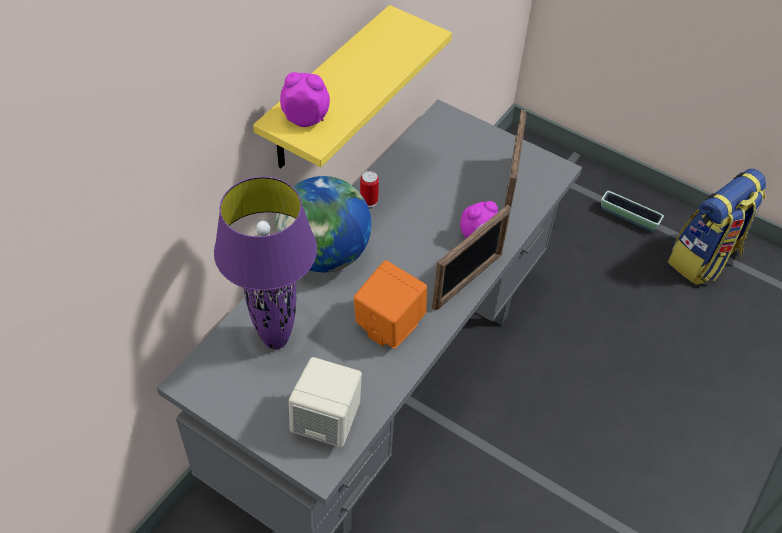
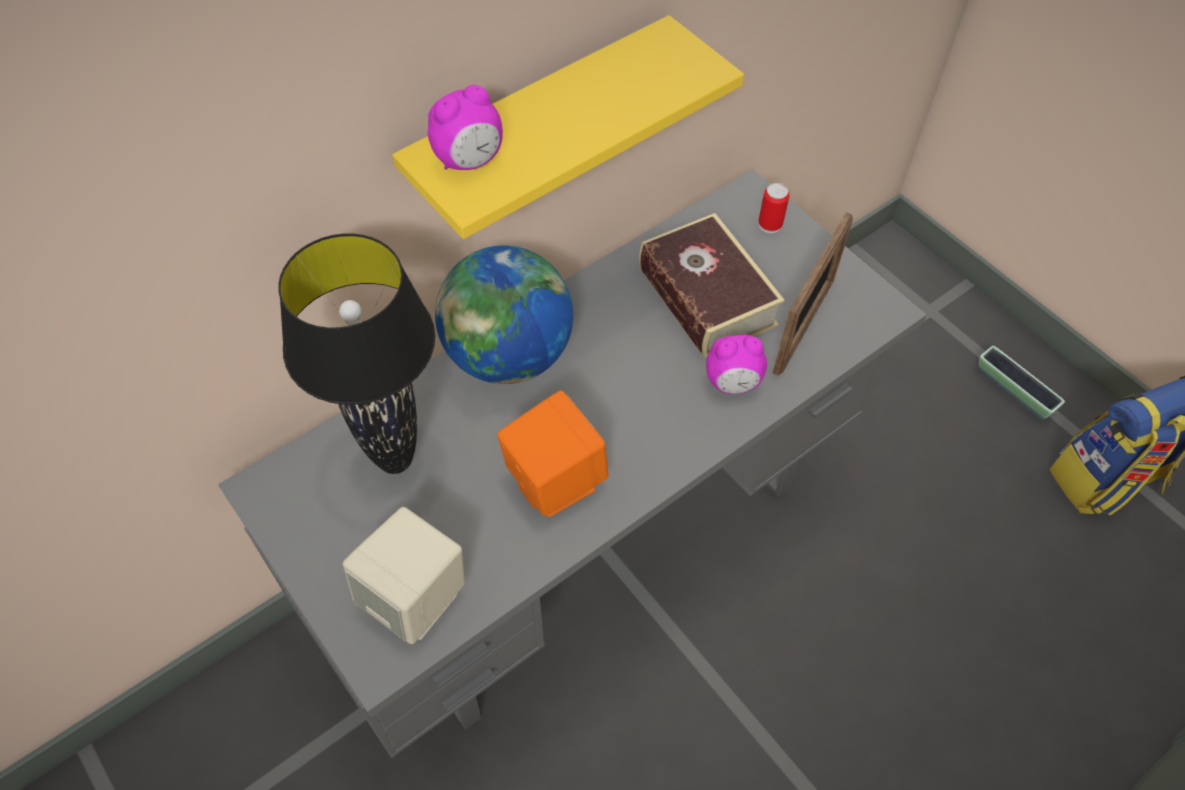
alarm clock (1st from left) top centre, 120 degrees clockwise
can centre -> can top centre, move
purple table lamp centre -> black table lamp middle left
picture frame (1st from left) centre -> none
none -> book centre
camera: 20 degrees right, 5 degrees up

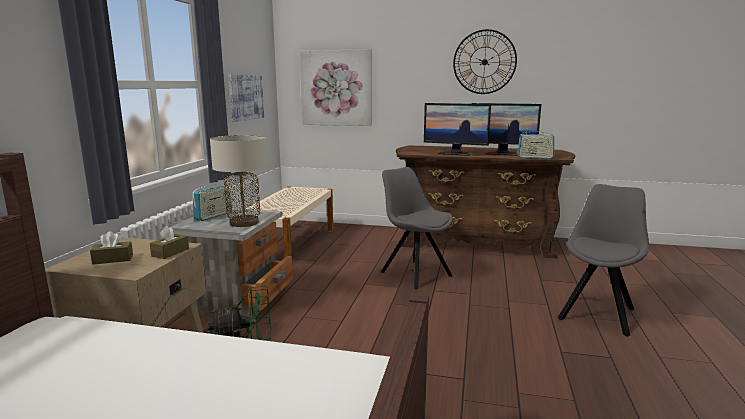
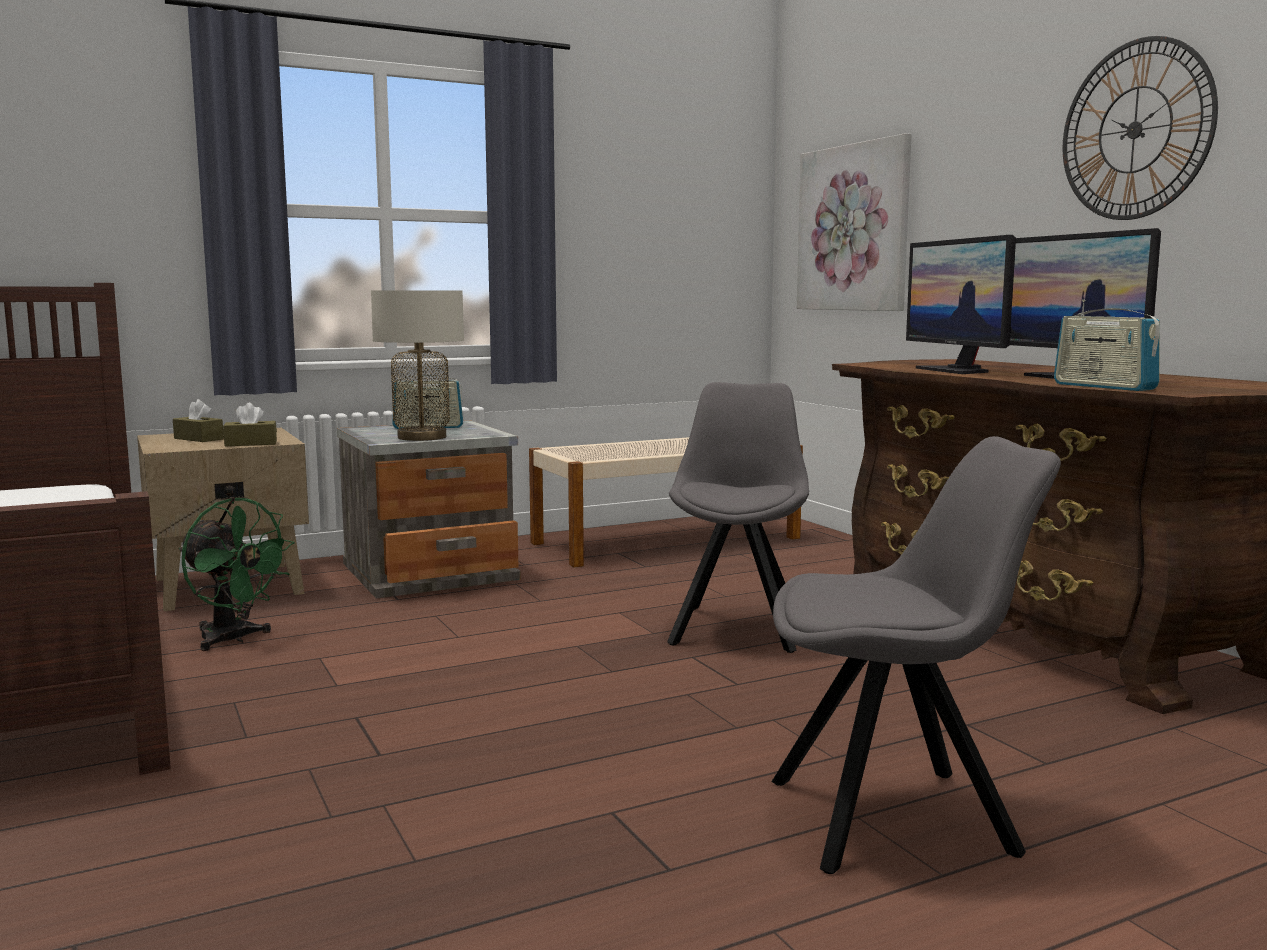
picture (1st from left) top left -> none
camera: 50 degrees right, 5 degrees down

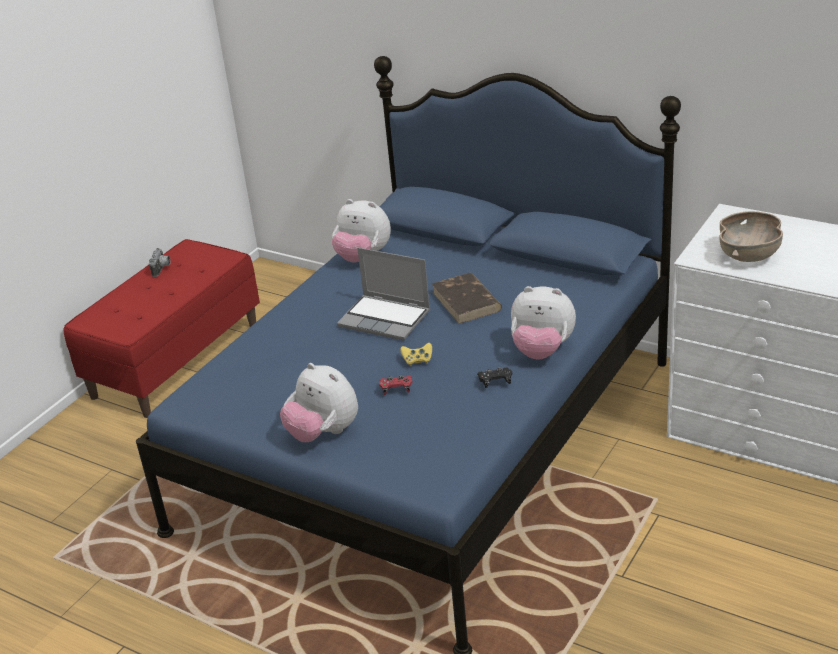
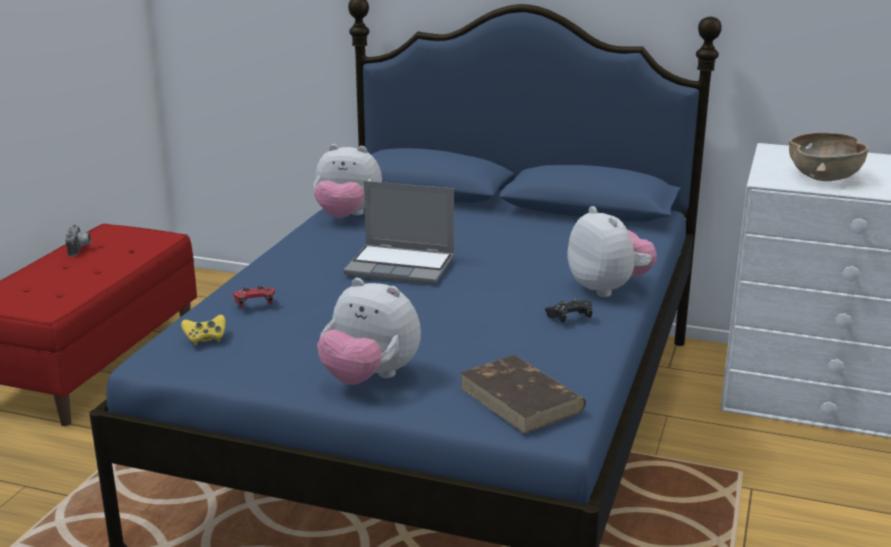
brown book centre -> brown book bottom centre, move
plush toy (3rd from left) centre -> plush toy (3rd from left) middle right, 120 degrees counterclockwise
yellow game controller centre -> yellow game controller middle left, move
red game controller centre -> red game controller middle left, move
camera: 15 degrees left, 10 degrees down

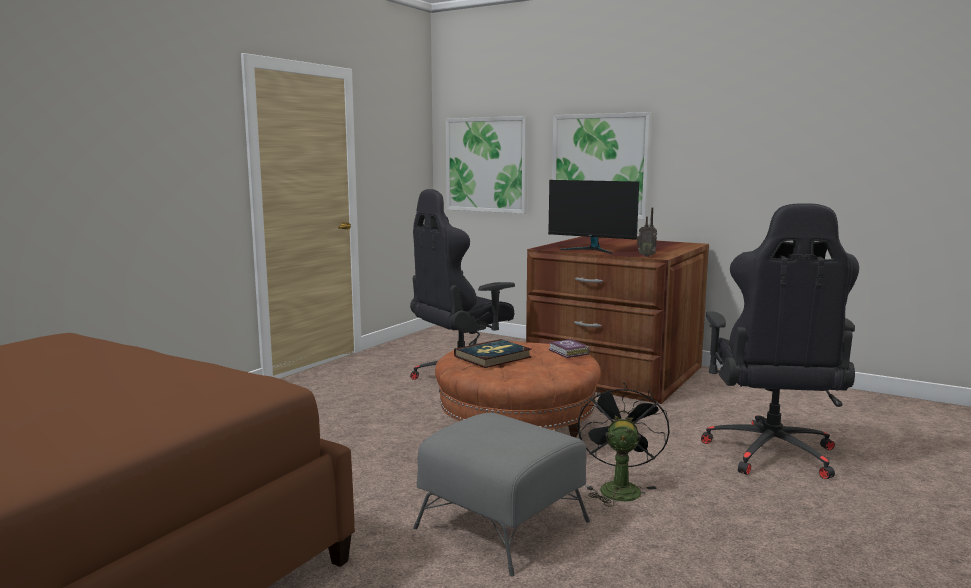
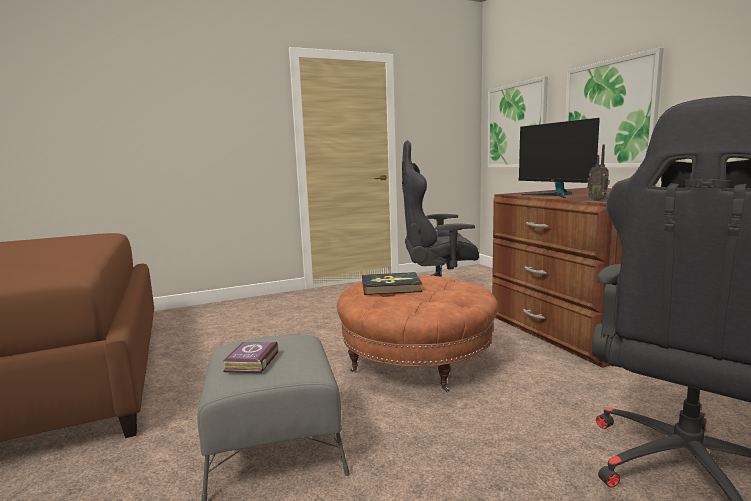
book (2nd from left in the first image) centre -> book (1st from left) bottom left, move
black fan bottom centre -> none
camera: 35 degrees right, 0 degrees up

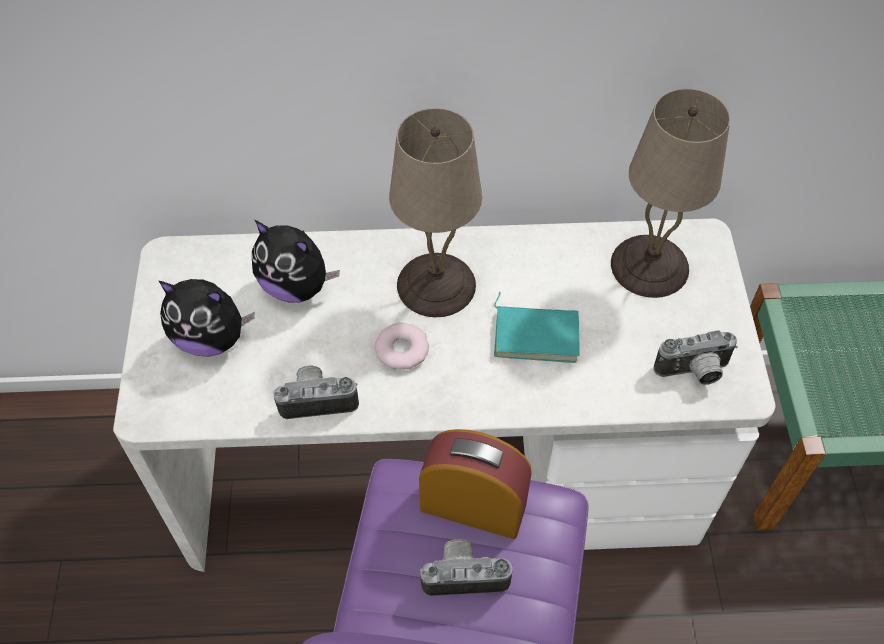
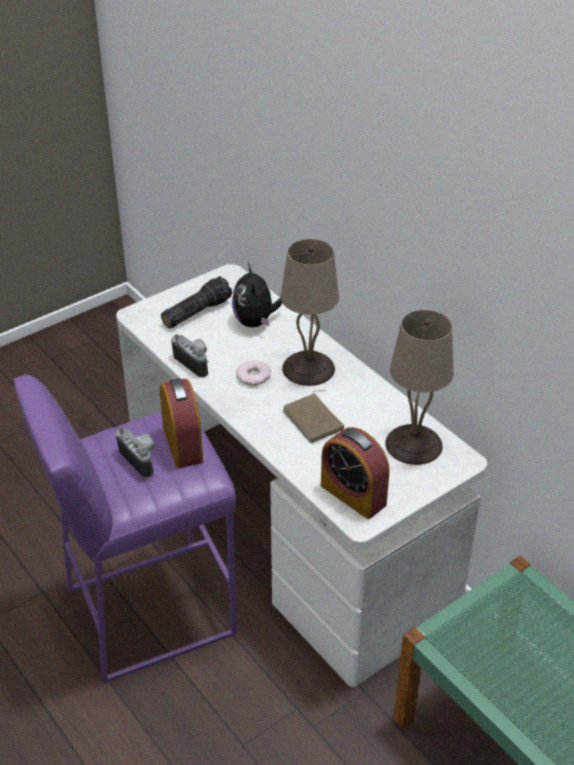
plush toy (1st from left) middle left -> flashlight centre
turquoise book centre -> brown book centre
photo camera (3rd from left) middle right -> alarm clock (2nd from left) centre
camera: 55 degrees right, 15 degrees down

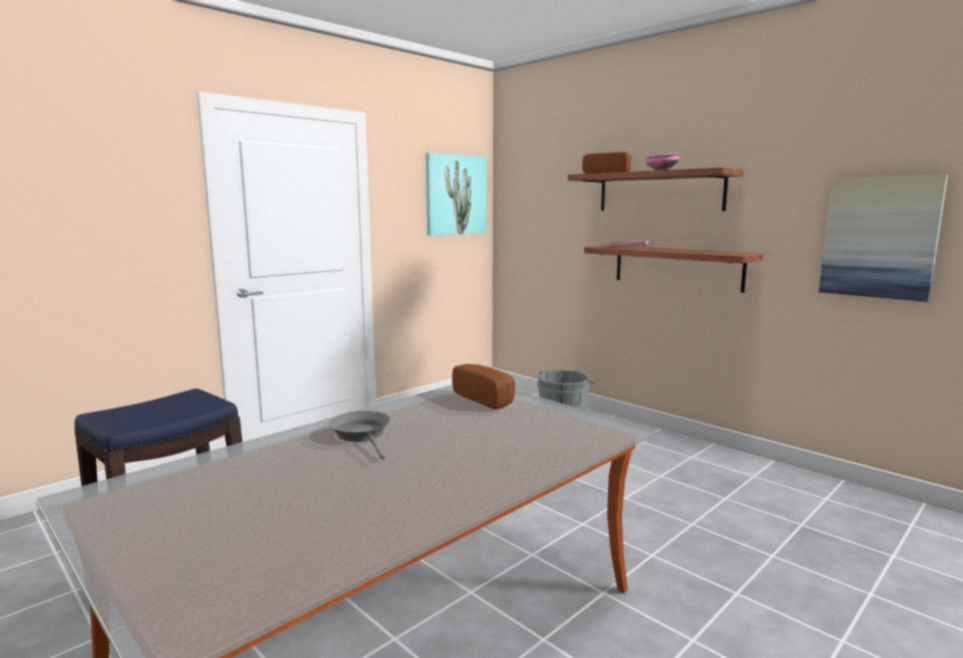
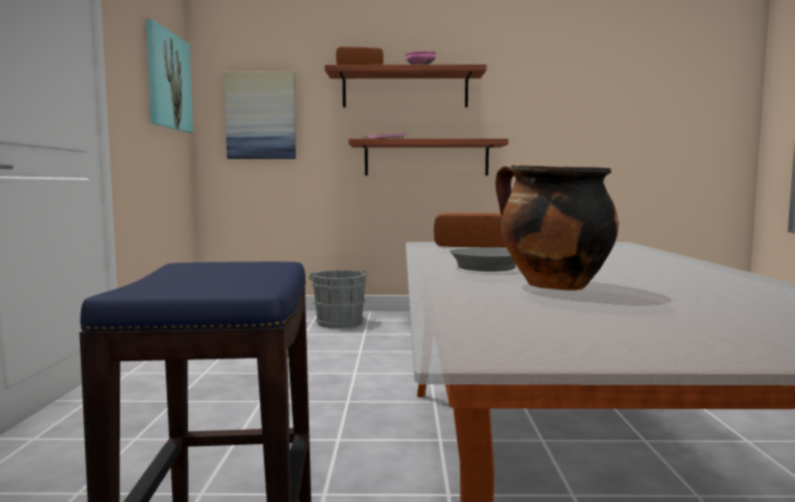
picture (2nd from left) middle right -> picture (2nd from left) top left, move
none -> cooking pot middle right
camera: 45 degrees left, 5 degrees down

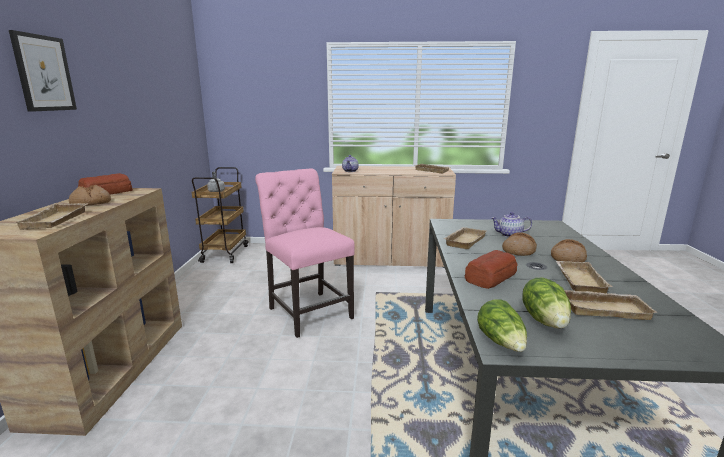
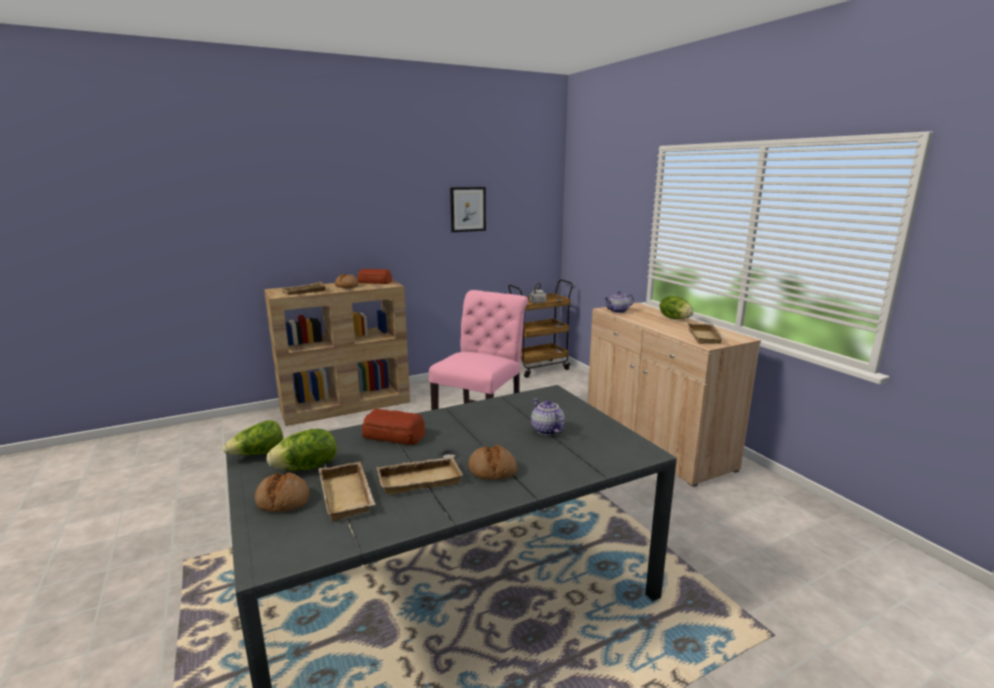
picture top left -> picture top centre, move
beige tray (3rd from left) centre -> none
bread (4th from left in the first image) middle right -> bread (1st from left) bottom left, move
none -> lettuce (3rd from left) middle right
camera: 60 degrees right, 0 degrees up

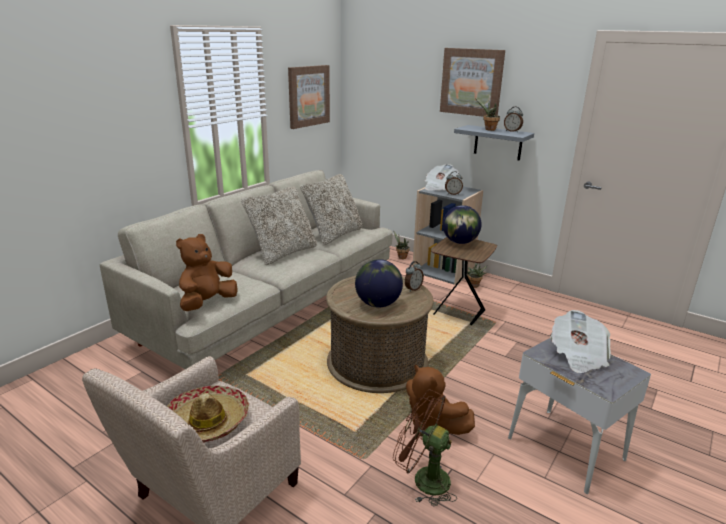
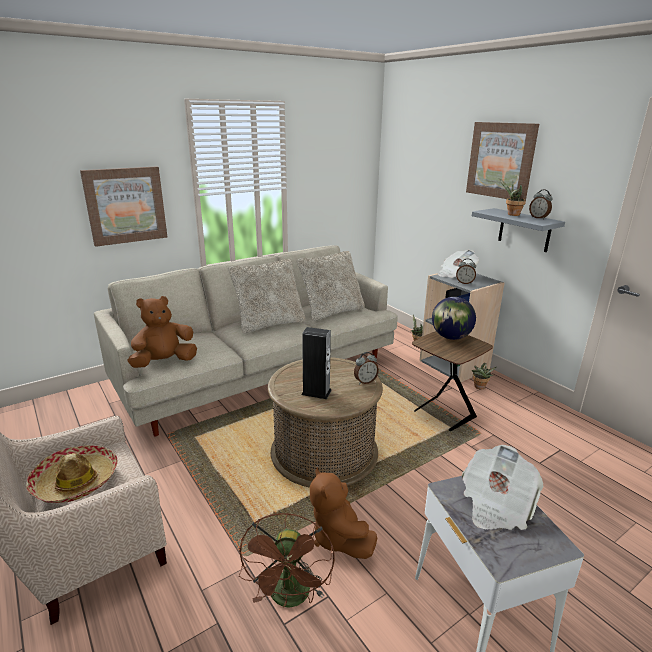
picture (1st from left) top centre -> picture (1st from left) top left, move
globe (1st from left) centre -> speaker centre
brown fan bottom centre, 135 degrees counterclockwise
camera: 20 degrees right, 0 degrees up

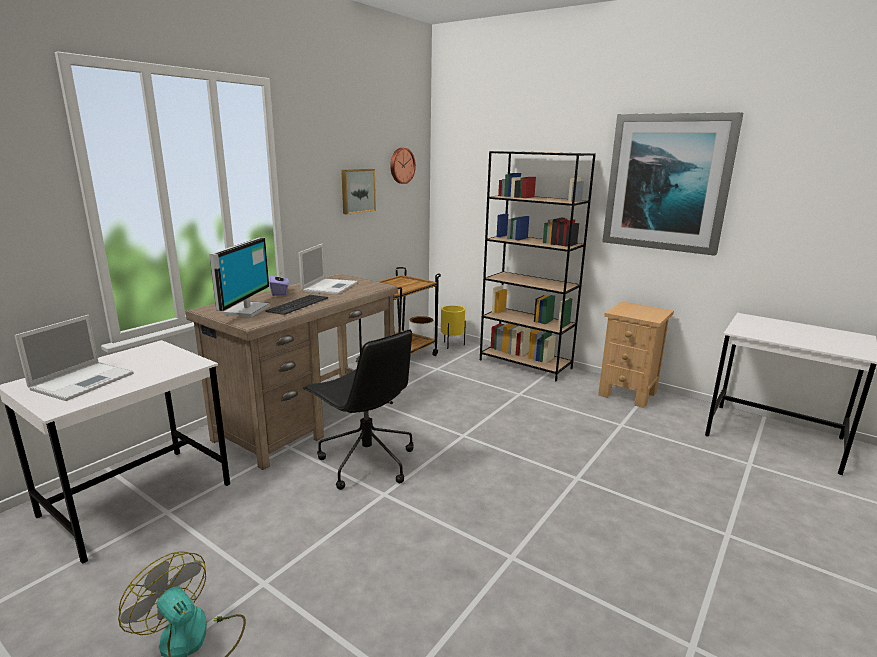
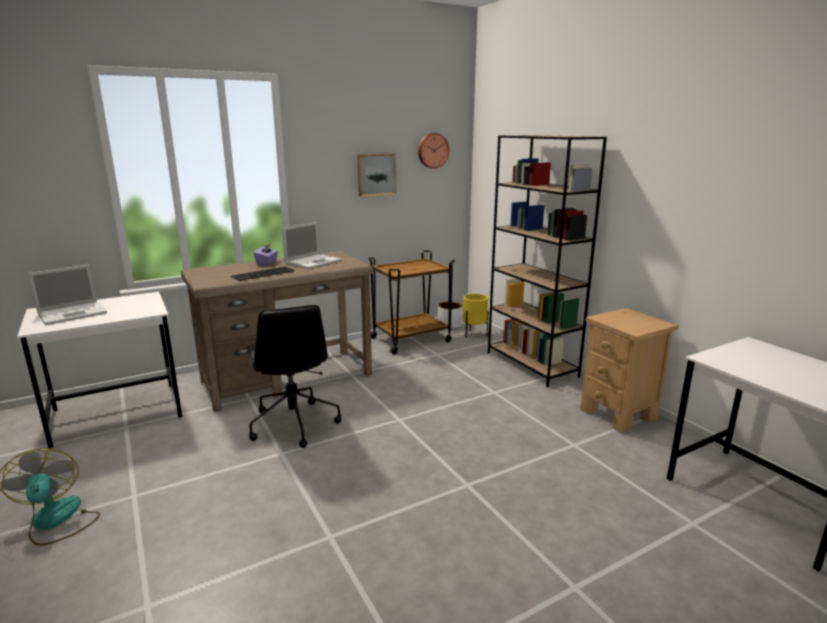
picture (2nd from left) top right -> none
monitor middle left -> none
camera: 25 degrees right, 0 degrees up

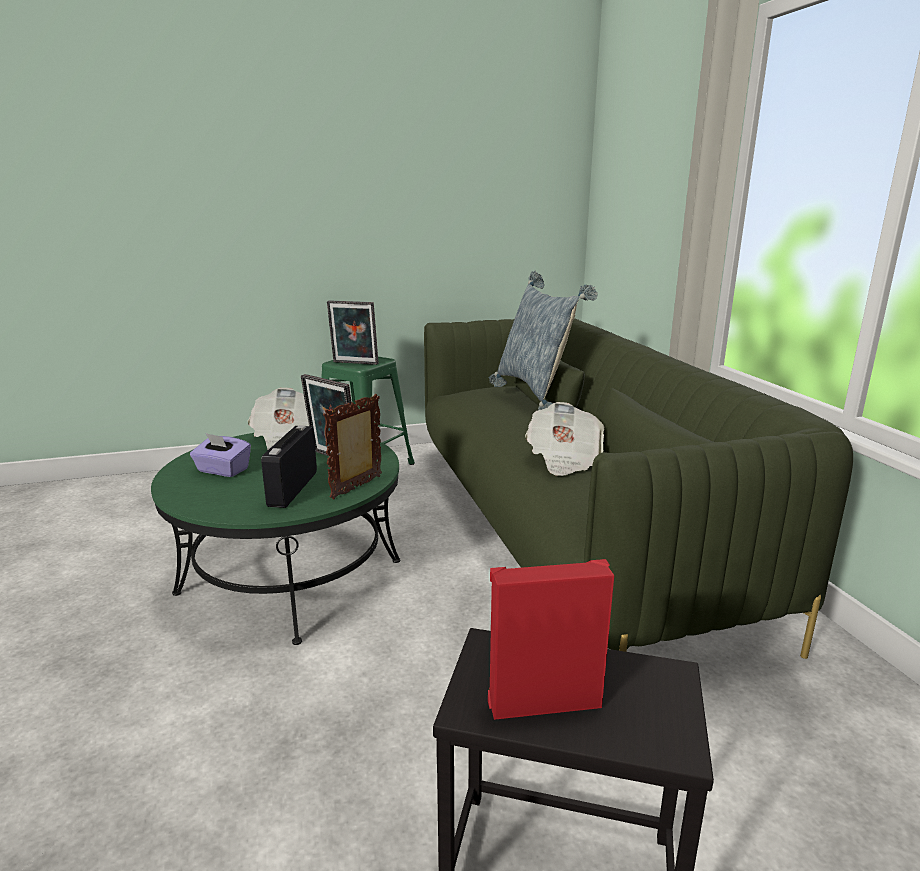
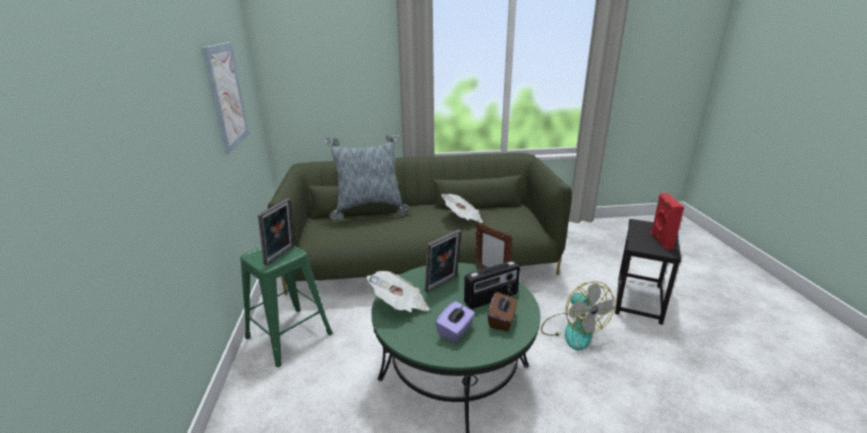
radio middle left -> radio centre, 45 degrees counterclockwise
none -> picture top left
none -> fan bottom right
none -> brown tissue box bottom centre
camera: 80 degrees left, 5 degrees up

